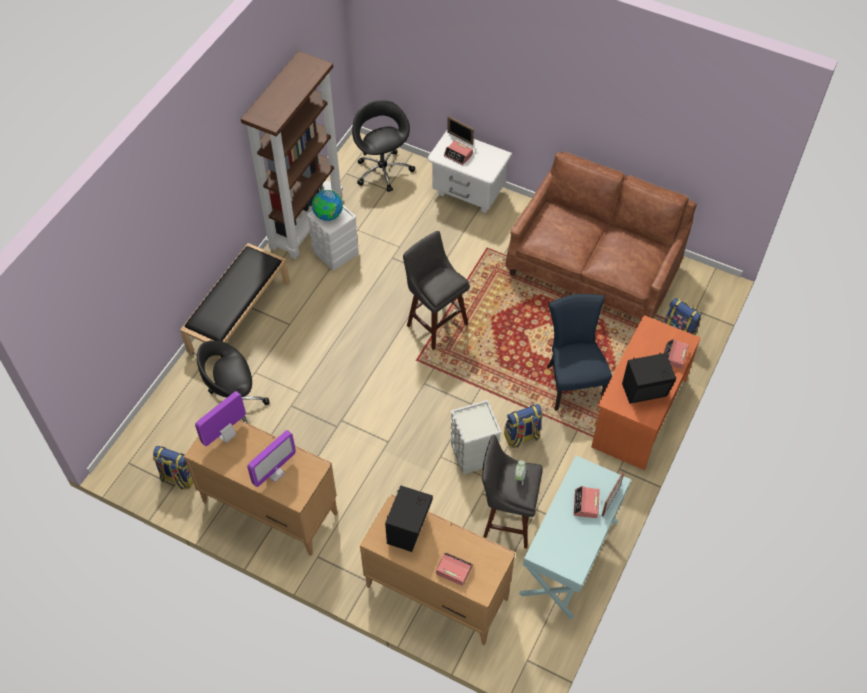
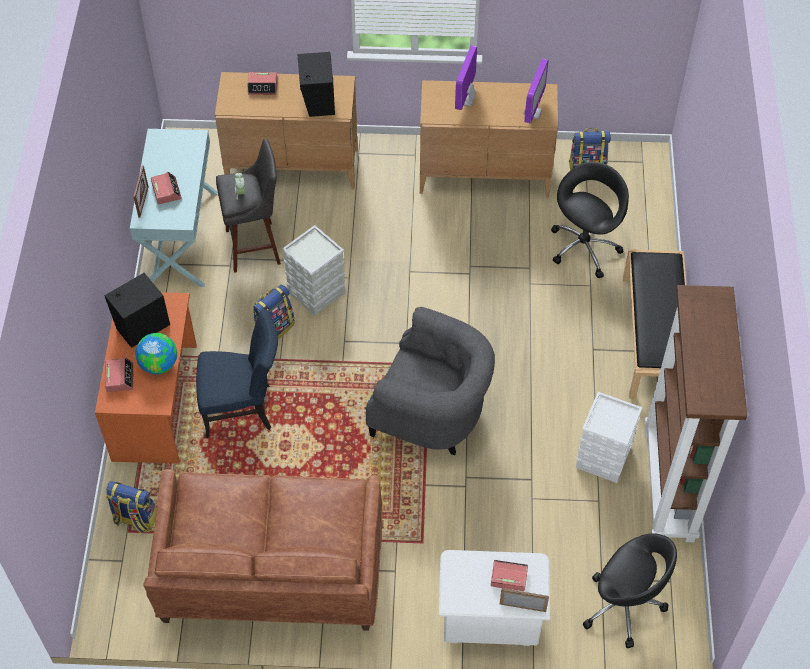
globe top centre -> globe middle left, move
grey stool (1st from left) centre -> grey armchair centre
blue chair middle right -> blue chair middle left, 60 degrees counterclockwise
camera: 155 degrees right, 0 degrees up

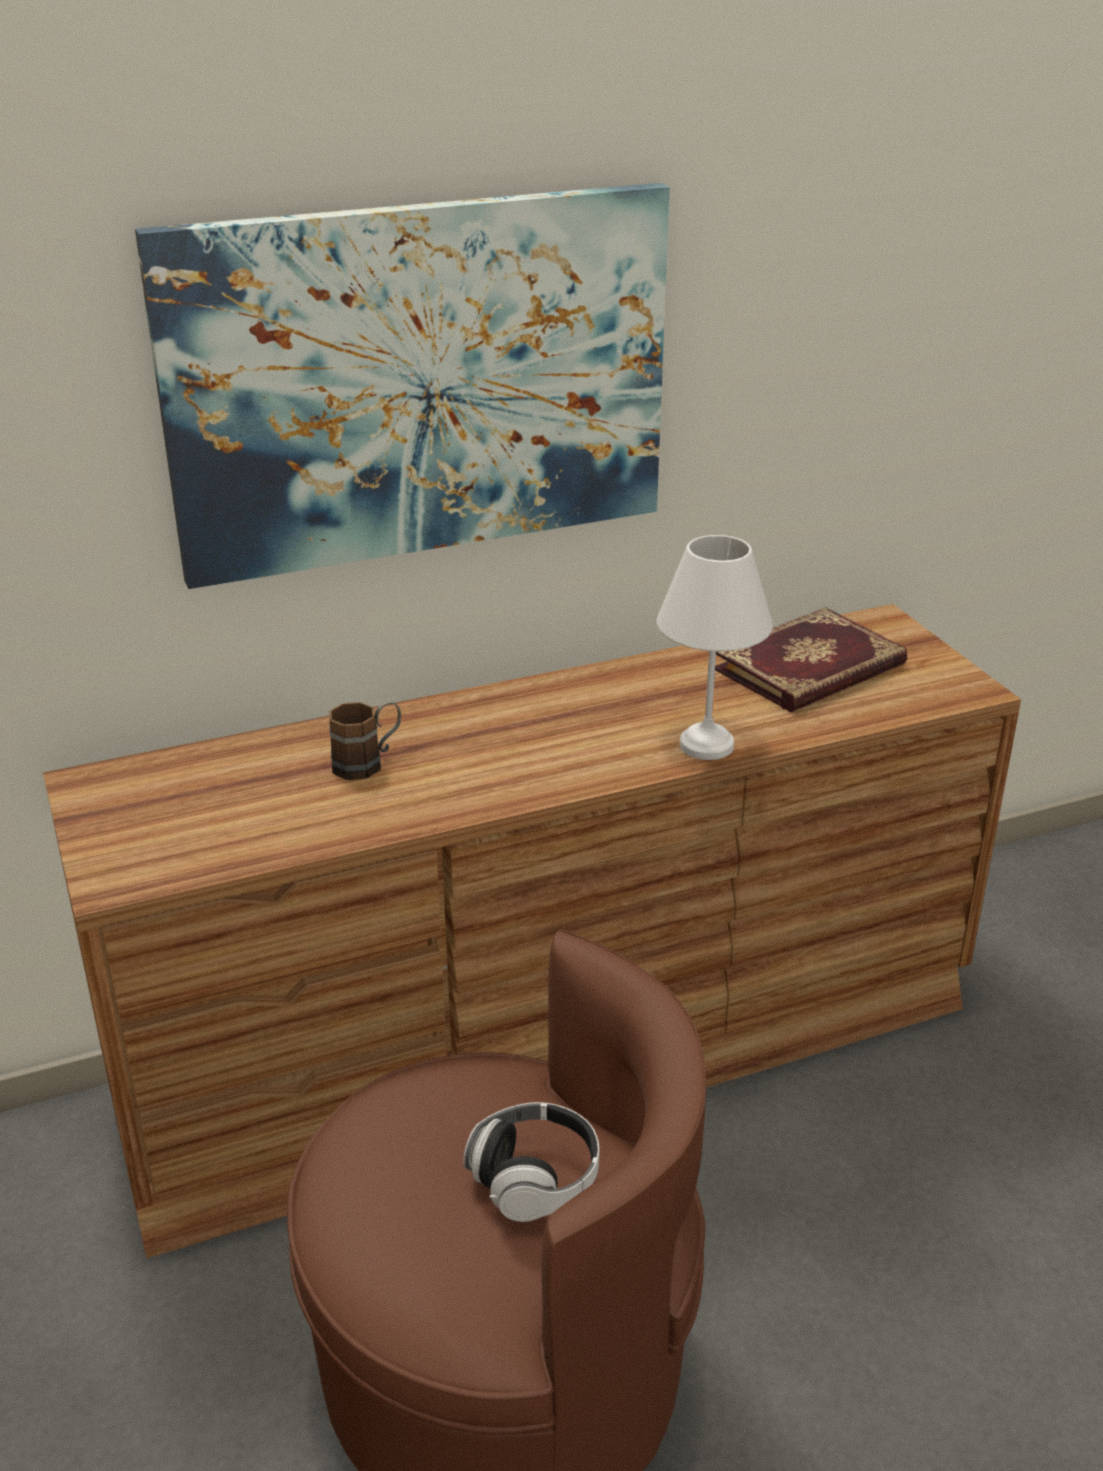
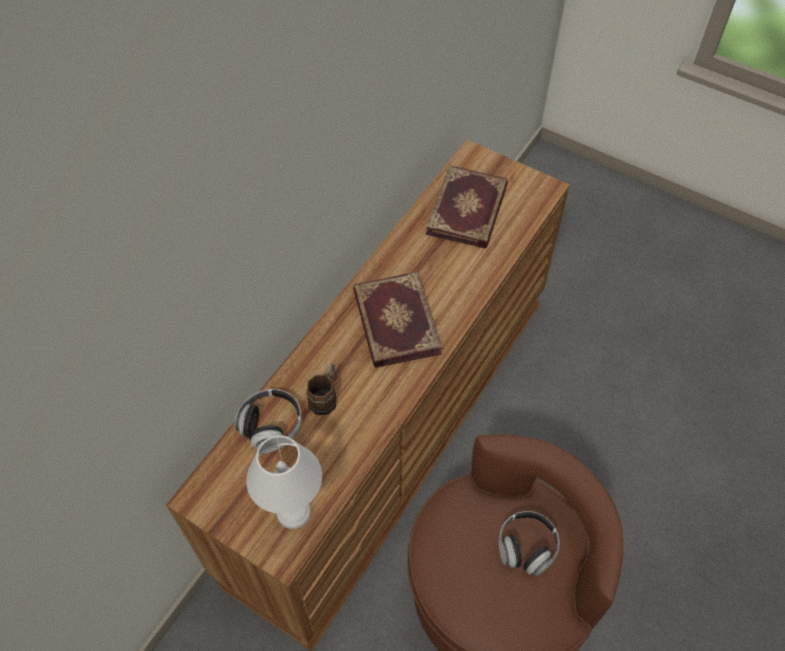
picture top centre -> none
white table lamp centre -> white table lamp bottom centre, move
none -> book (1st from left) centre
none -> headphones (1st from left) centre
camera: 35 degrees left, 25 degrees up

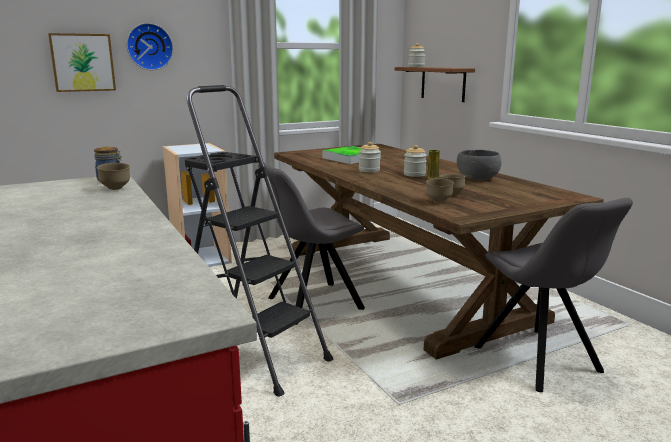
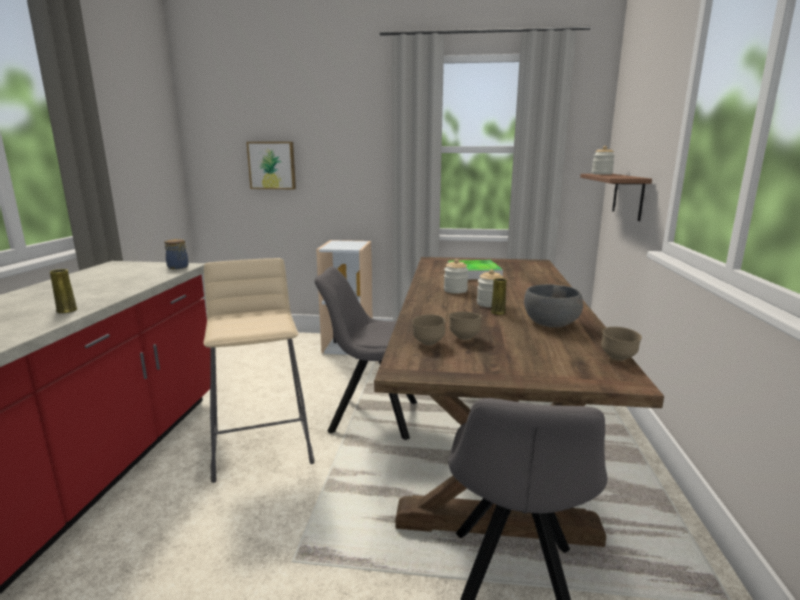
wall clock top left -> none
step ladder centre -> beige stool middle left
brown bowl (1st from left in the first image) middle left -> brown bowl (3rd from left) middle right, move
none -> yellow vase (1st from left) middle left
camera: 35 degrees right, 0 degrees up

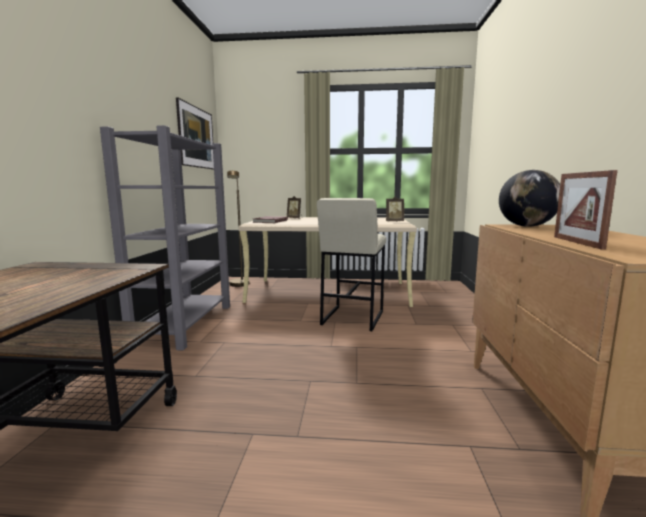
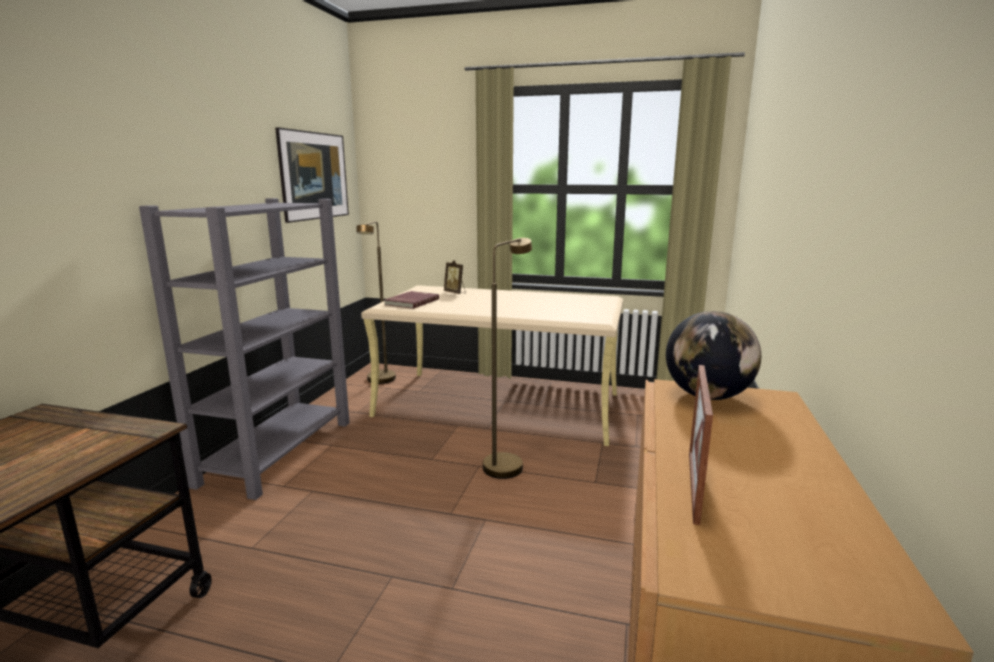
picture frame (2nd from left) centre -> none
beige stool centre -> brown floor lamp (2nd from left) centre
camera: 10 degrees right, 5 degrees up

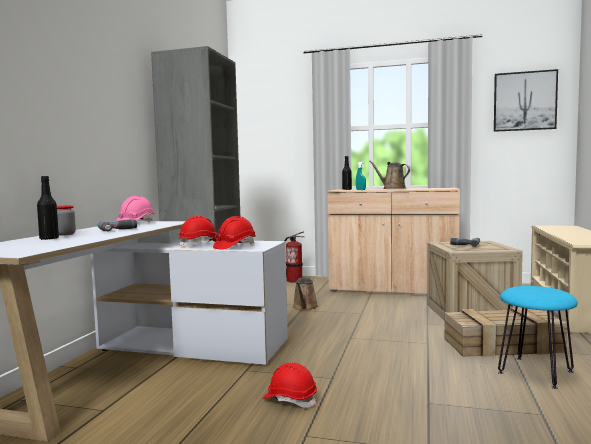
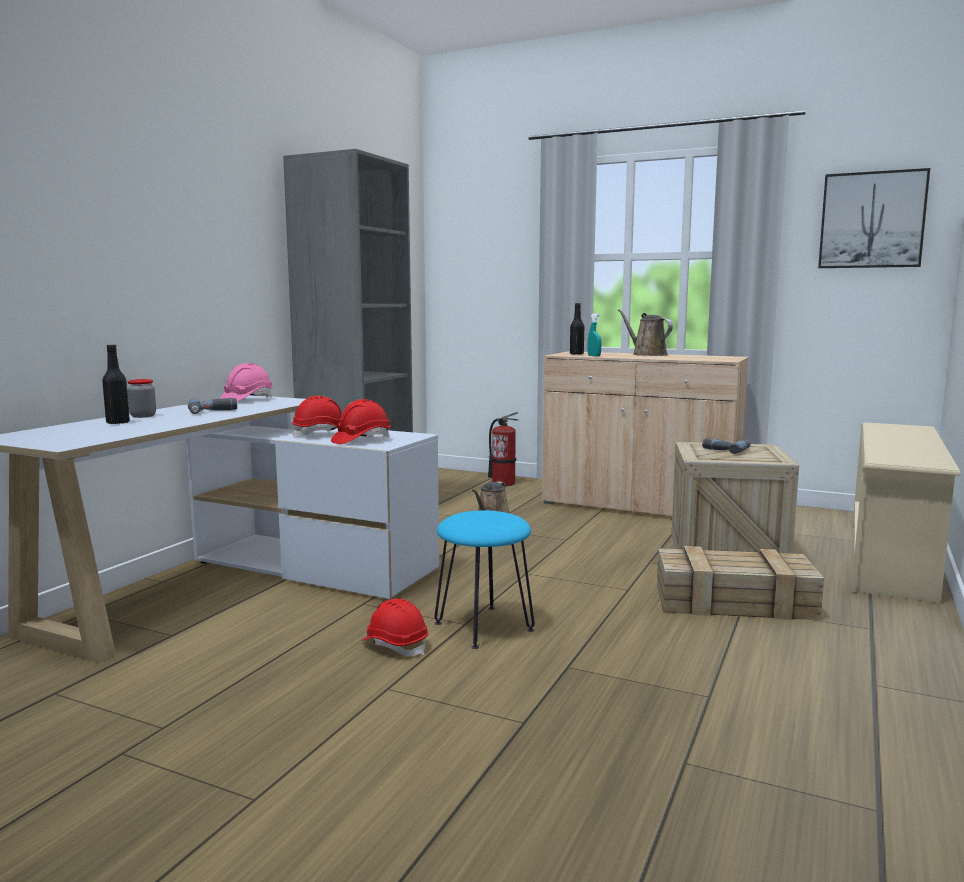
turquoise stool bottom right -> turquoise stool centre, move
camera: 10 degrees right, 5 degrees up

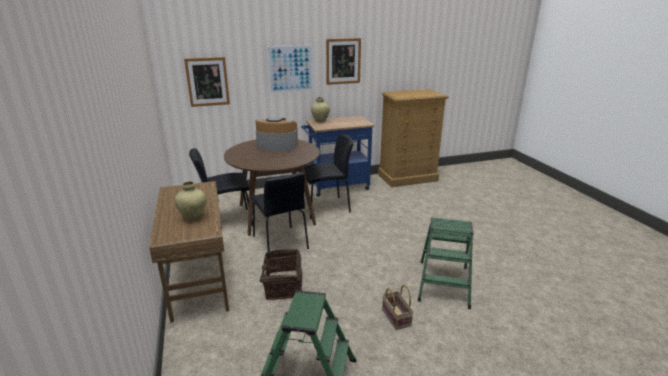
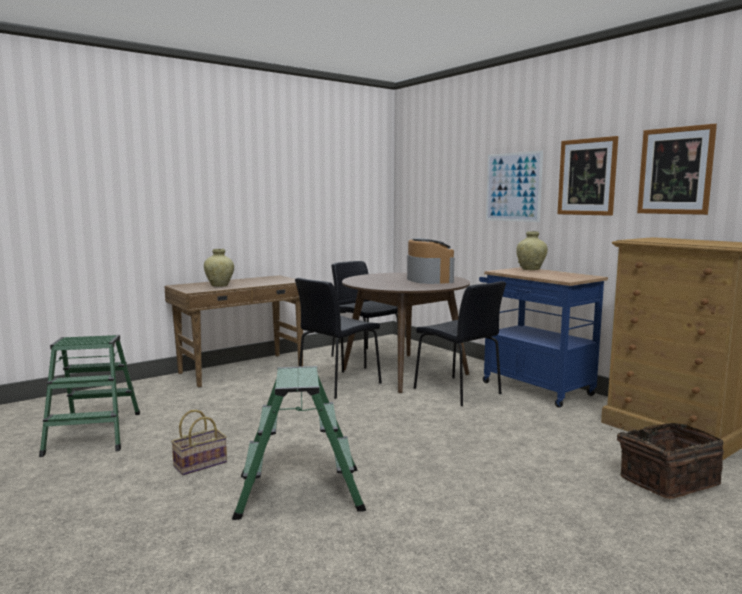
picture (1st from left in the first image) top left -> picture (3rd from left) top right, move
basket (1st from left in the first image) bottom centre -> basket (2nd from left) bottom right, move
camera: 70 degrees right, 15 degrees down

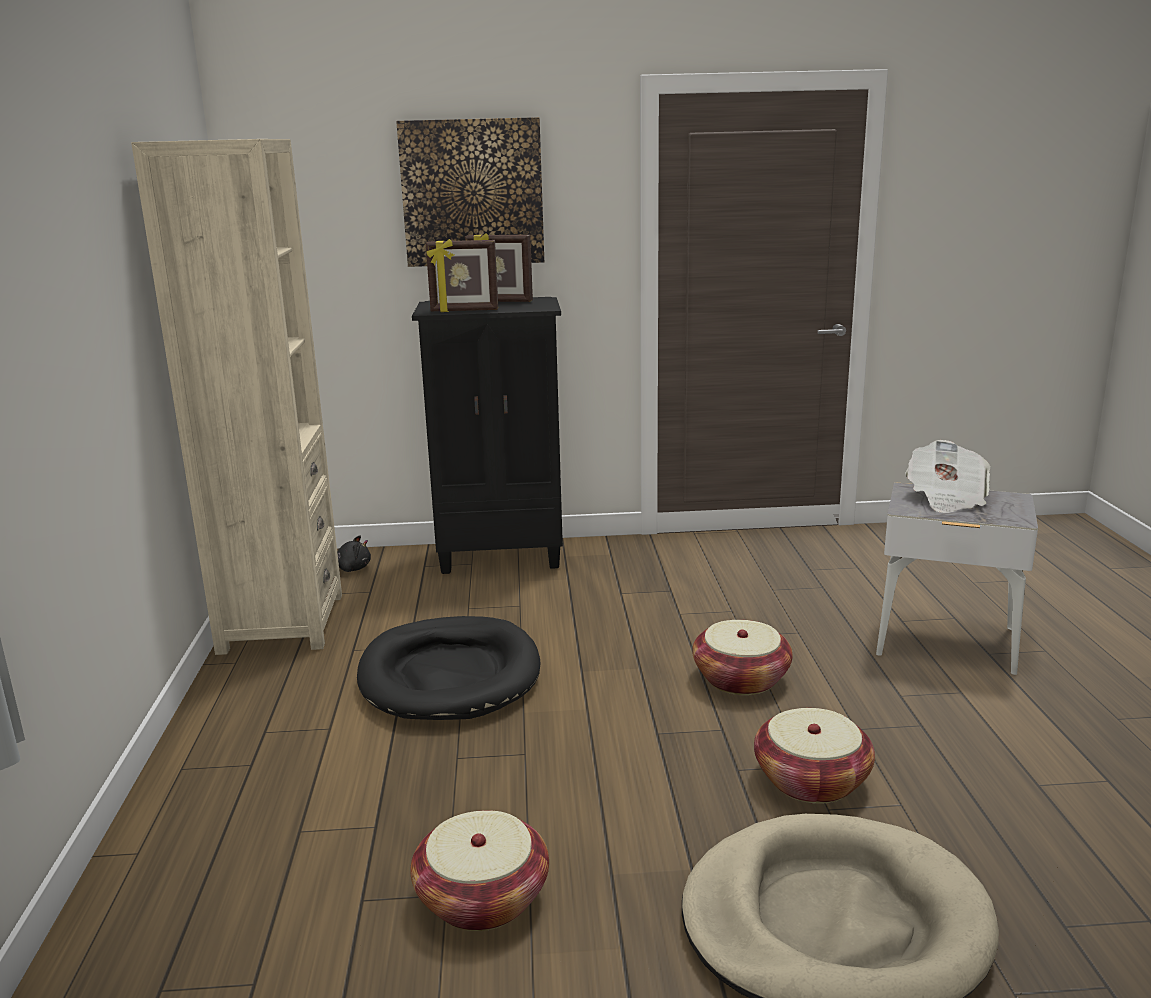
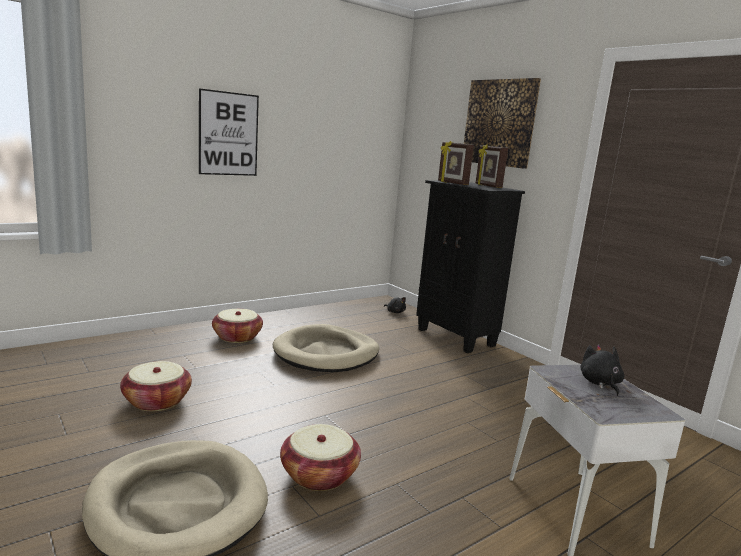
beige bookcase middle left -> none
newspaper middle right -> black plush toy (2nd from left) middle right
black dog bed bottom centre -> beige dog bed (2nd from left) centre
basket (2nd from left) centre -> basket (2nd from left) middle left, move
none -> picture (1st from left) top left
camera: 55 degrees right, 5 degrees down

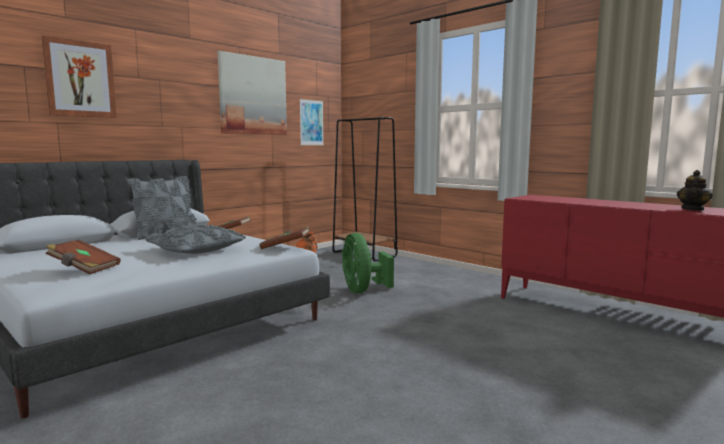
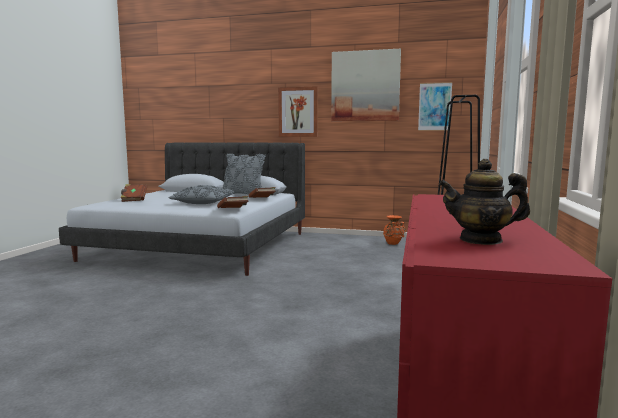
picture (1st from left) top left -> picture (1st from left) top centre, move
green fan centre -> none
camera: 60 degrees right, 0 degrees up

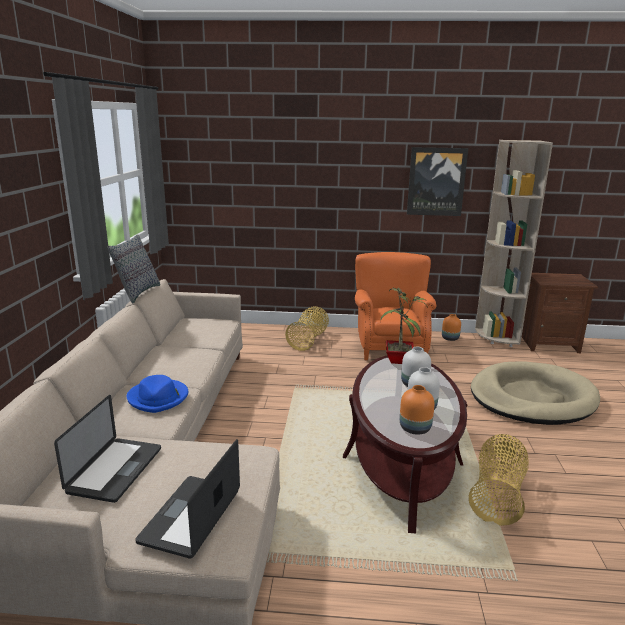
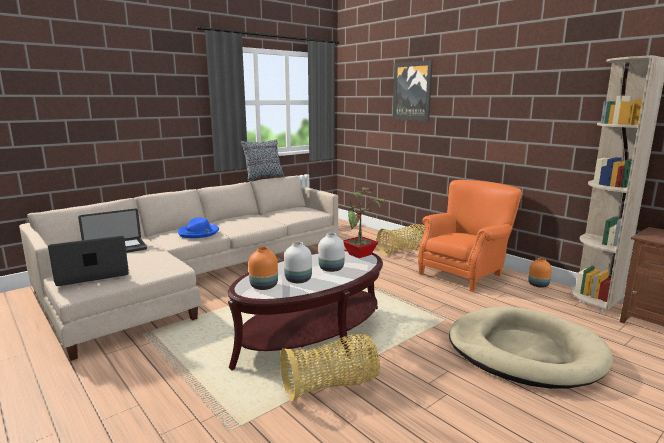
picture top right -> picture top centre, move
camera: 45 degrees right, 5 degrees down

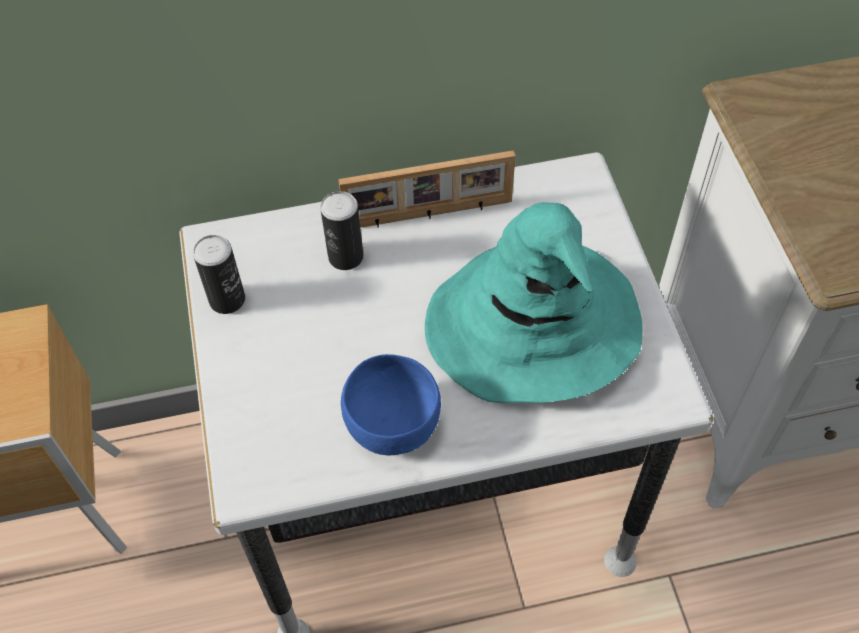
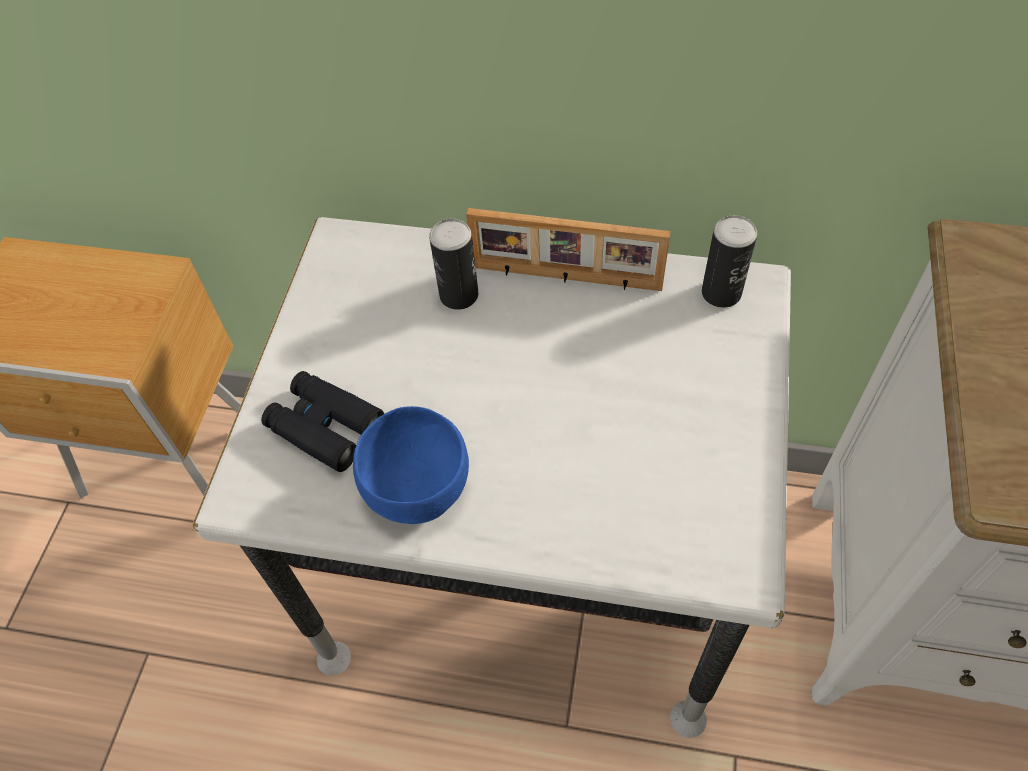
turquoise hat centre -> none
can (1st from left in the first image) middle left -> can (2nd from left) middle right, move
none -> black binoculars middle left
camera: 25 degrees right, 0 degrees up

